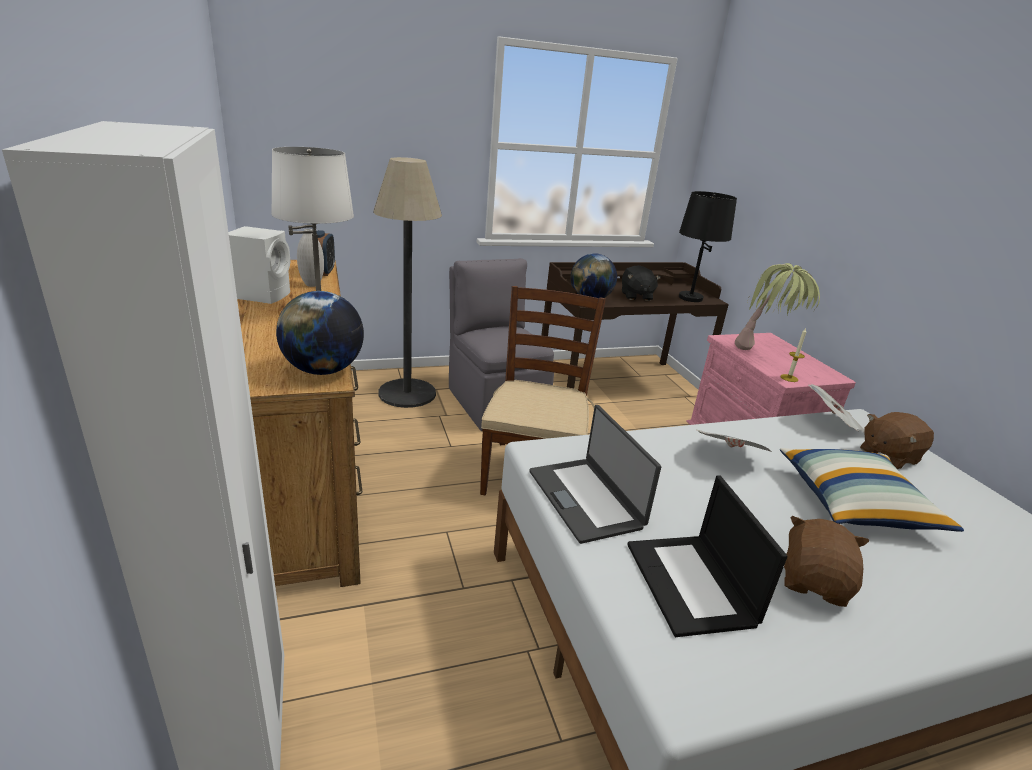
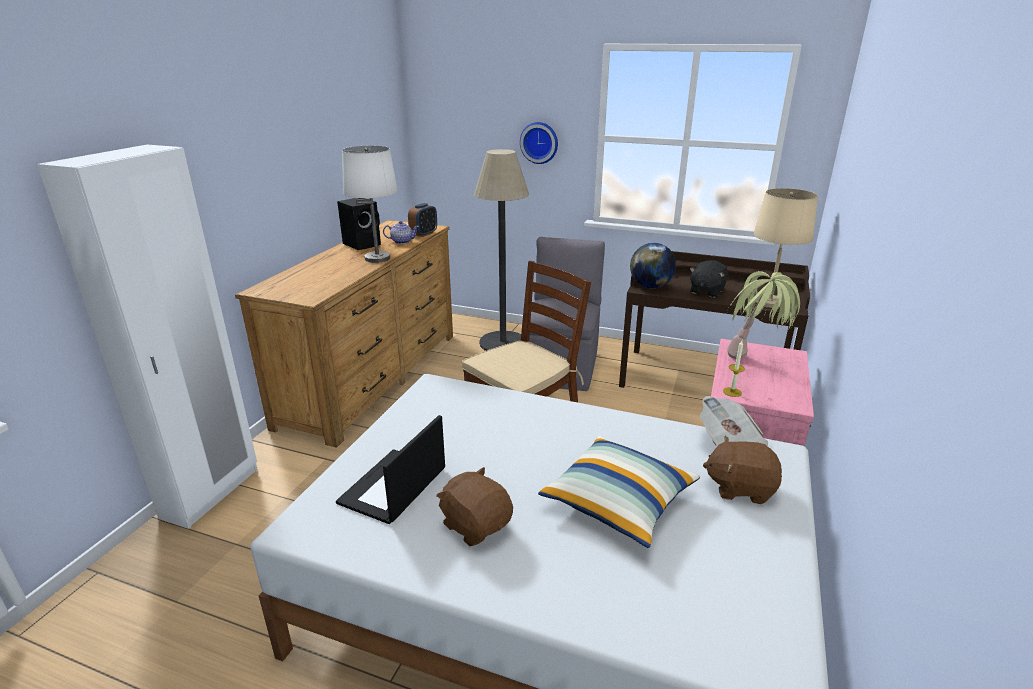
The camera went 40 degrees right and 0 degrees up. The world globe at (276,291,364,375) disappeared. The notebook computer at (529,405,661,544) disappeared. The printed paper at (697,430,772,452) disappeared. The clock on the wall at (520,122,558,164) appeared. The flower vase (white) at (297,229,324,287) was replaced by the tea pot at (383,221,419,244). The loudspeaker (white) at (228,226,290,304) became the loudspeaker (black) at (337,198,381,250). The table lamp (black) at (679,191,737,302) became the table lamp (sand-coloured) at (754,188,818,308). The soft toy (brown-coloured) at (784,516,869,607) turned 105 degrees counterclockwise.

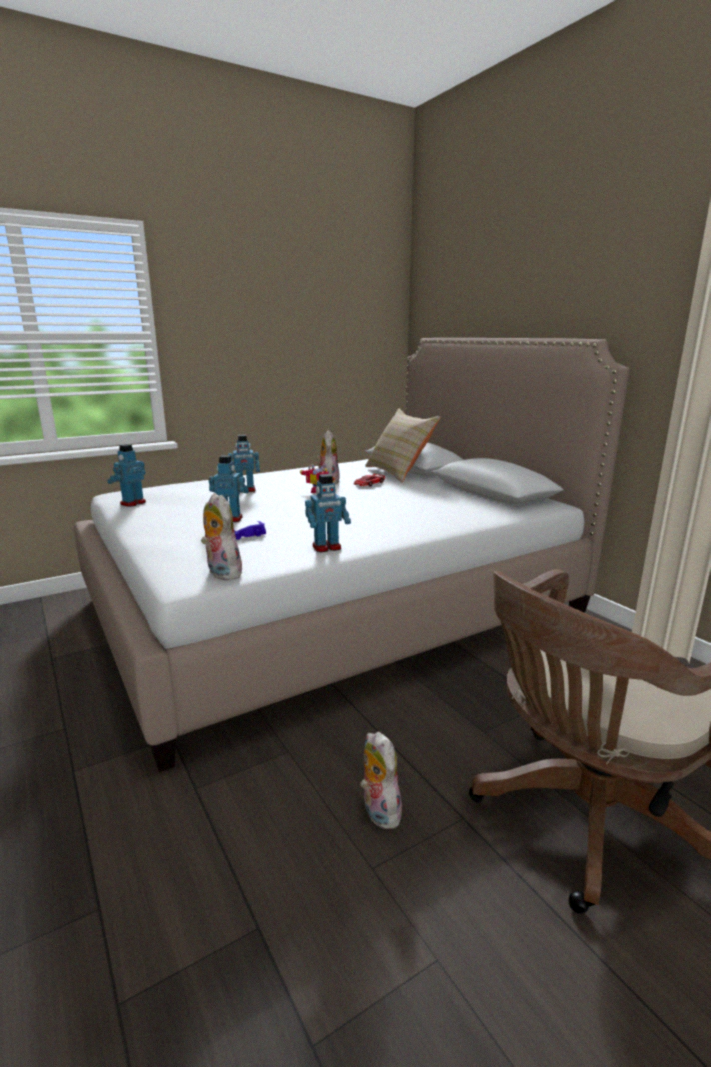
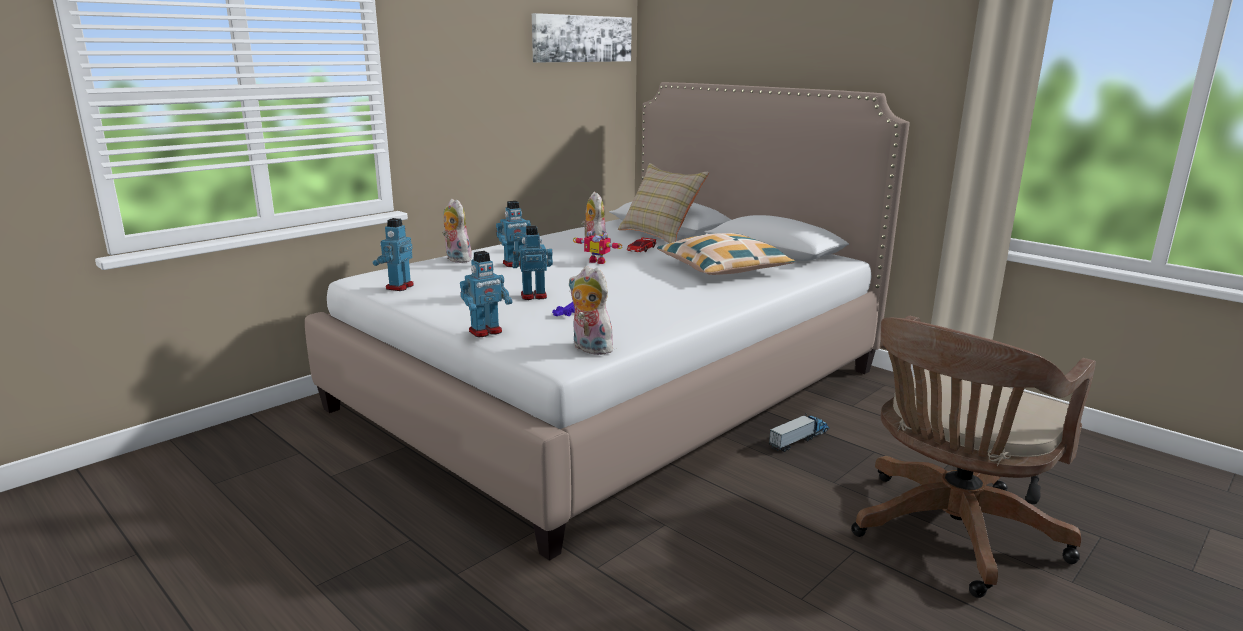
The camera went 15 degrees left and 0 degrees up. The wall art at (532,13,632,62) appeared. The cushion at (657,233,795,275) appeared. The model truck at (769,413,830,452) appeared. The model robot moved from (305,474,351,552) to (460,251,513,337). The soft toy moved from (360,732,402,829) to (442,199,472,263).

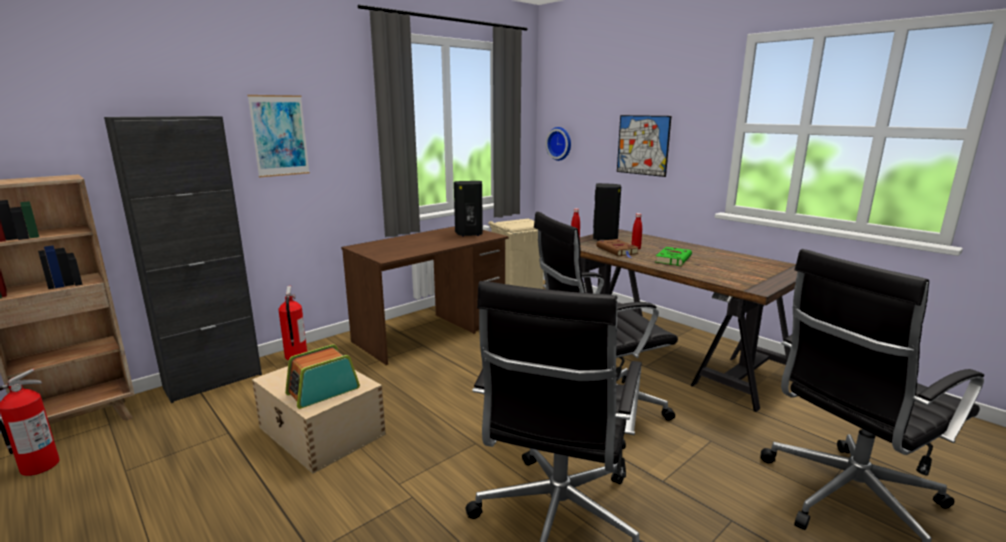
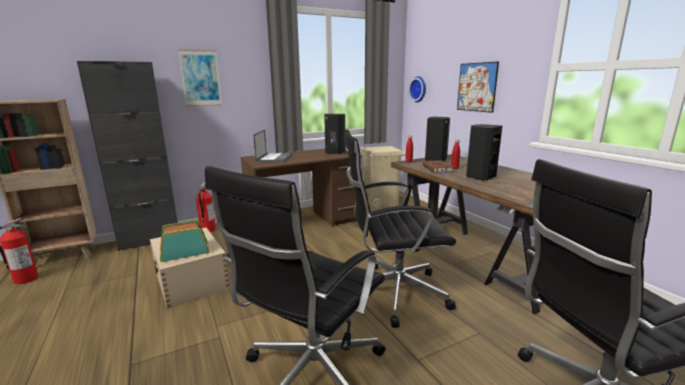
The camera went 15 degrees right and 0 degrees up. The notebook computer at (253,130,292,162) appeared. The bound book (greenish) at (655,247,692,266) was replaced by the loudspeaker (black) at (466,124,502,181).

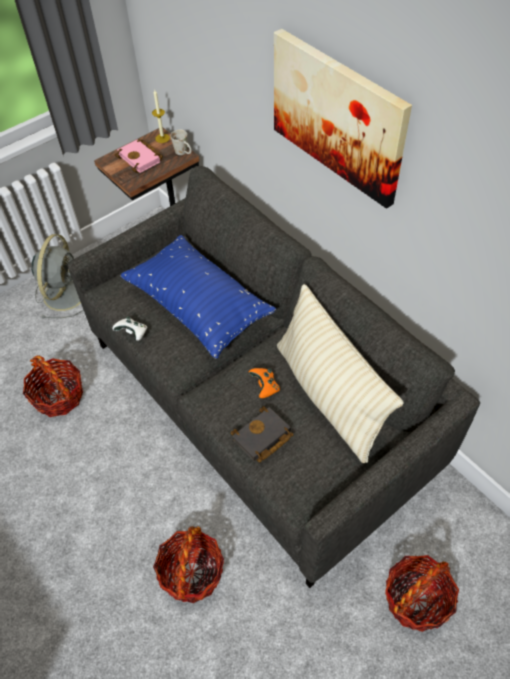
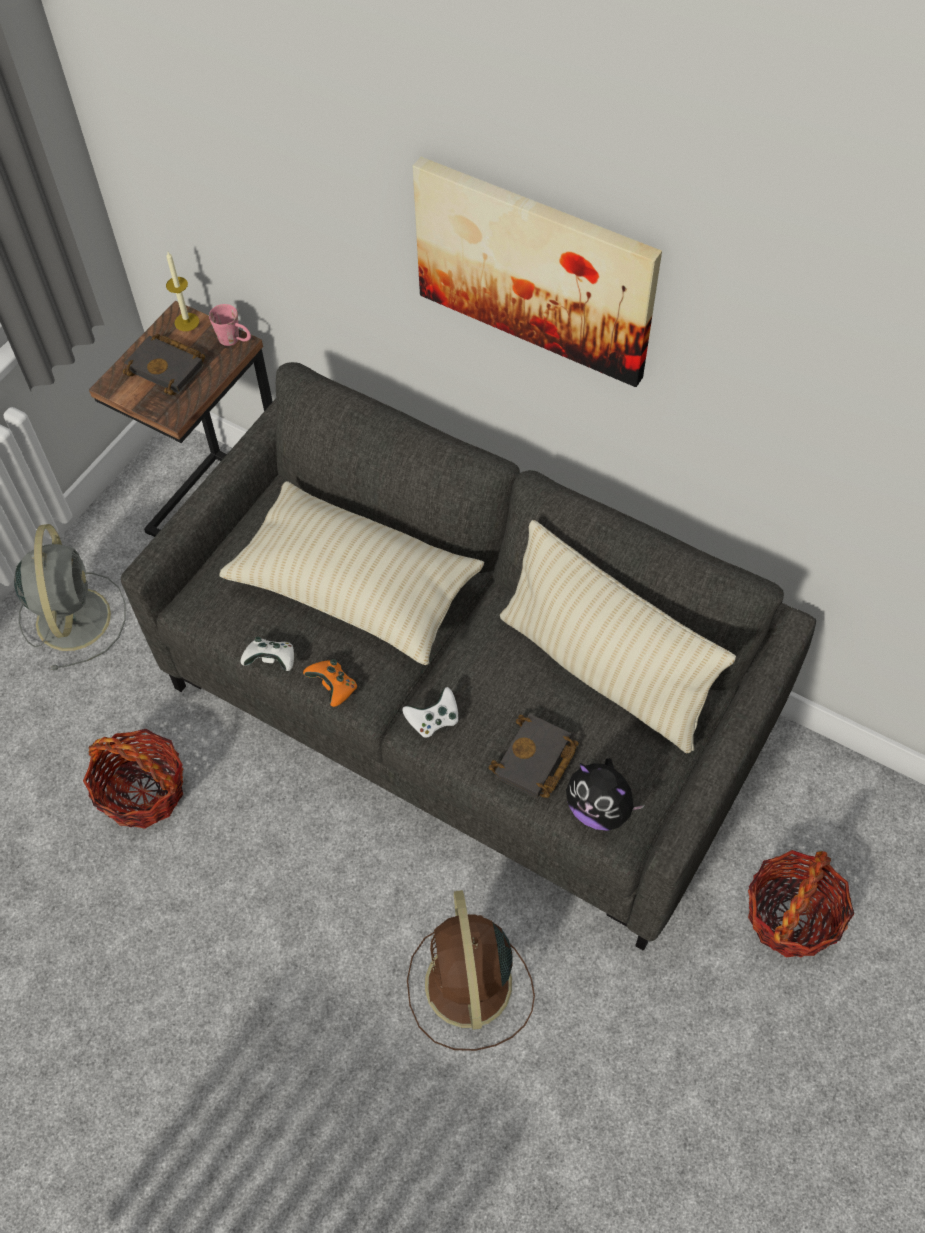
The camera went 20 degrees left and 5 degrees up. The game controller (white) at (403,687,458,737) appeared. The soft toy at (566,758,645,831) appeared. The game controller (orange) moved from (249,368,280,398) to (303,659,357,707). The storage basket at (153,526,224,603) was replaced by the electric fan (brown-coloured) at (407,890,535,1051). The bound book (pinkish) at (115,139,163,173) became the bound book (black) at (123,334,205,395). The cushion (bluish) at (121,235,276,359) became the cushion (sand-coloured) at (219,481,484,665). The mug (white) at (170,130,192,155) became the mug (pinkish) at (209,304,251,346).

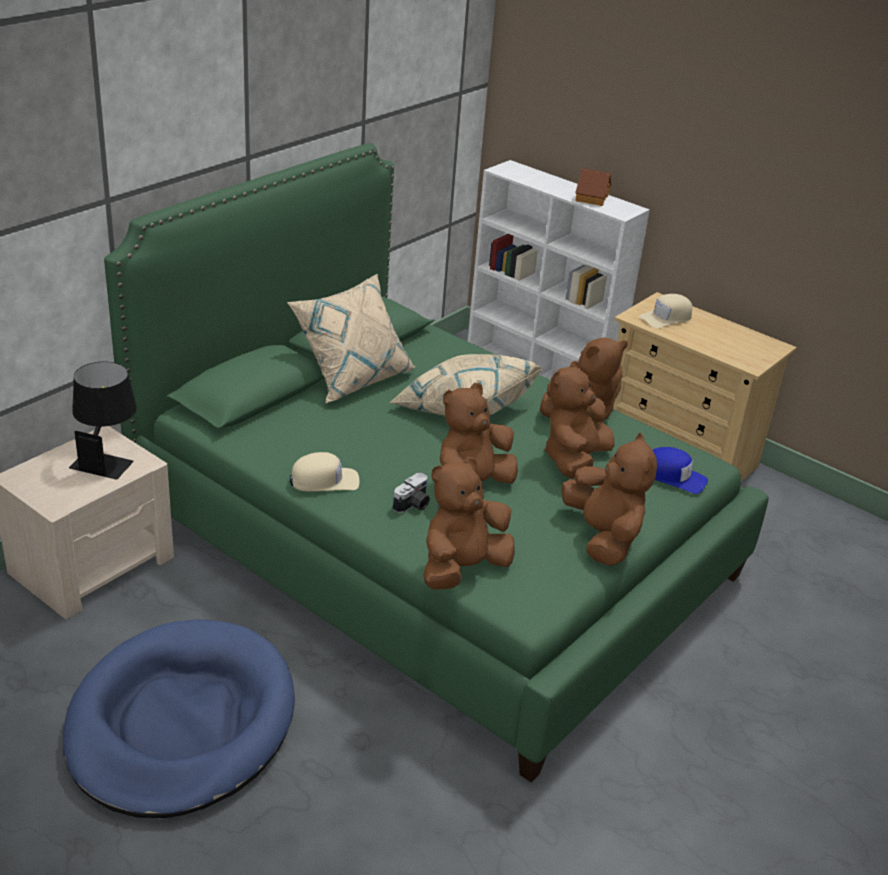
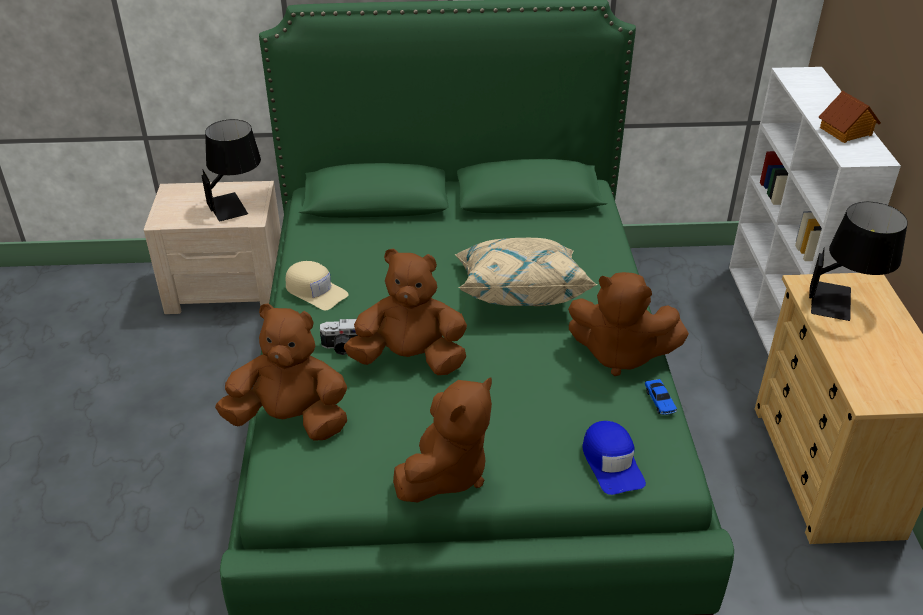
The camera went 50 degrees right and 5 degrees up. The pet bed (bluish) at (63,619,295,818) disappeared. The cushion (sand-coloured) at (287,274,416,403) disappeared. The soft toy (brown-coloured) at (544,361,614,478) disappeared. The miniature car at (645,379,677,415) appeared. The baseball cap (sand-coloured) at (639,294,692,328) was replaced by the table lamp (black) at (809,202,908,321).

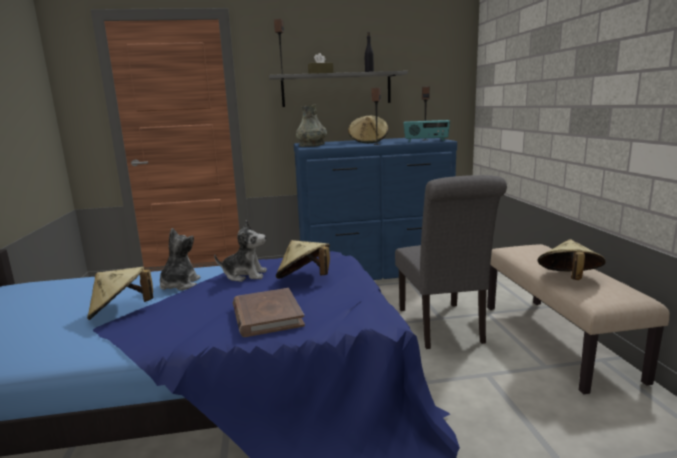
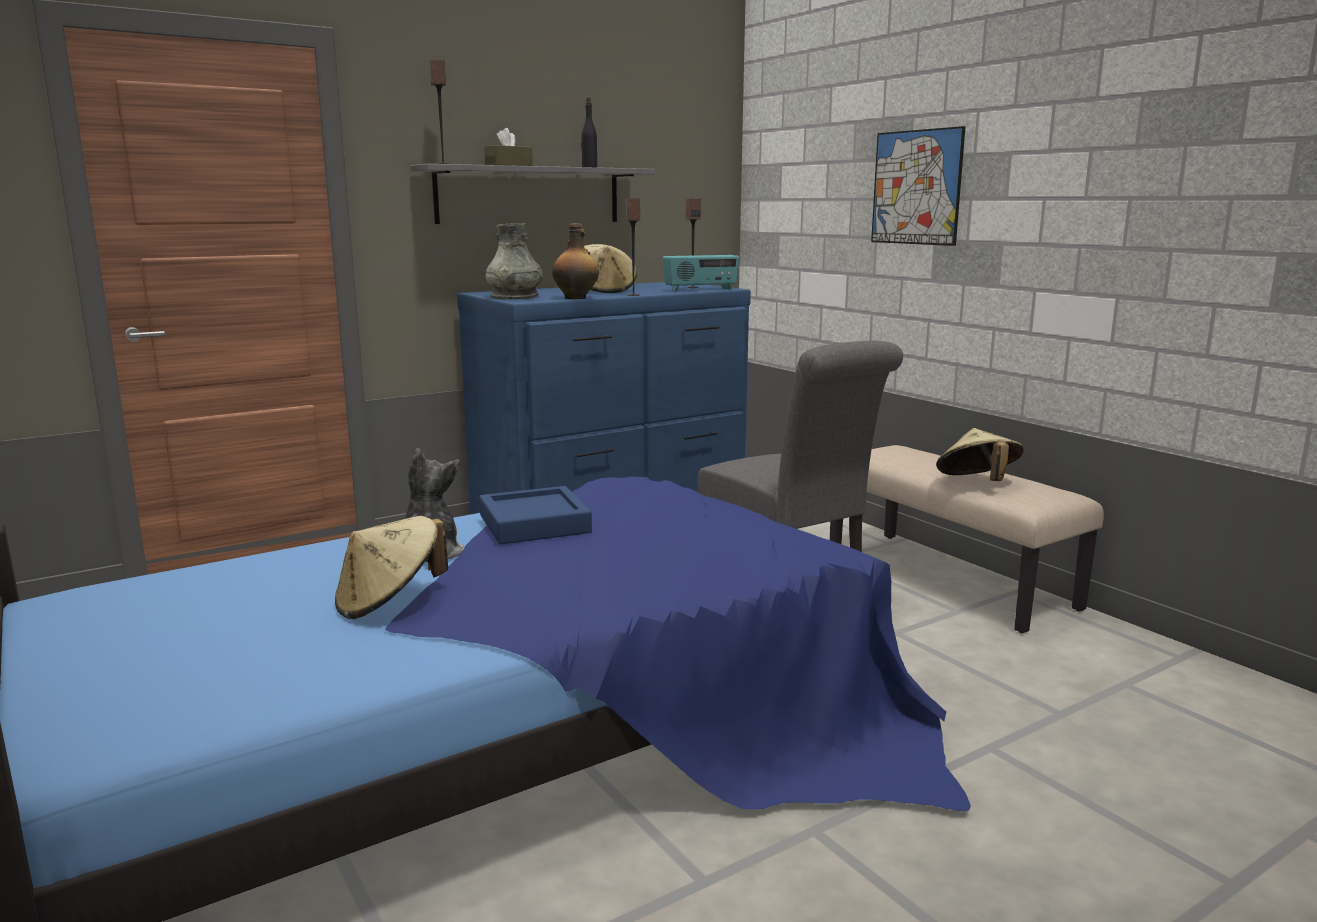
The camera went 25 degrees left and 0 degrees up. The bound book (brown-coloured) at (233,288,305,337) disappeared. The wearable hat (sand-coloured) at (276,240,330,279) disappeared. The drink bottle at (552,223,599,299) appeared. The wall art at (871,126,966,246) appeared. The soft toy at (214,220,267,282) was replaced by the carrying tray (bluish) at (479,486,592,544).

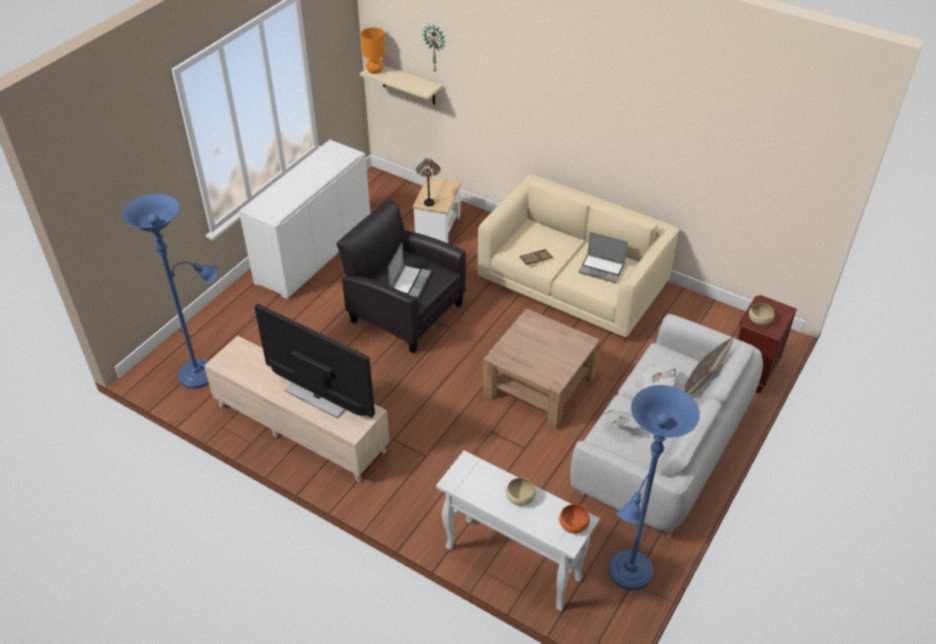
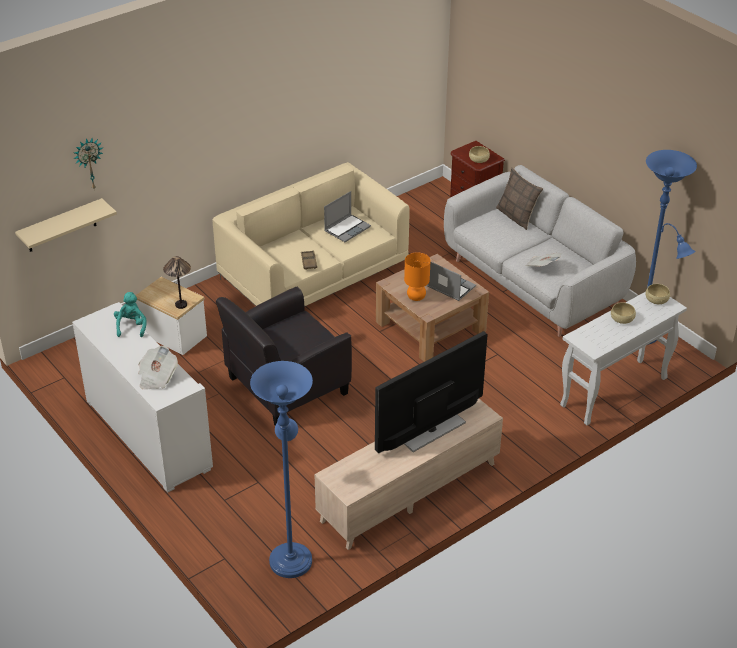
The camera went 70 degrees left and 5 degrees down. The soft toy (blue-green) at (114,292,146,337) appeared. The table lamp (orange) moved from (361,27,385,74) to (404,252,430,301). The notebook computer moved from (388,243,431,298) to (426,261,476,301). The printed paper moved from (633,362,678,391) to (138,346,178,390). The bowl (orange) at (559,504,590,534) became the bowl (sand-coloured) at (646,284,670,304).

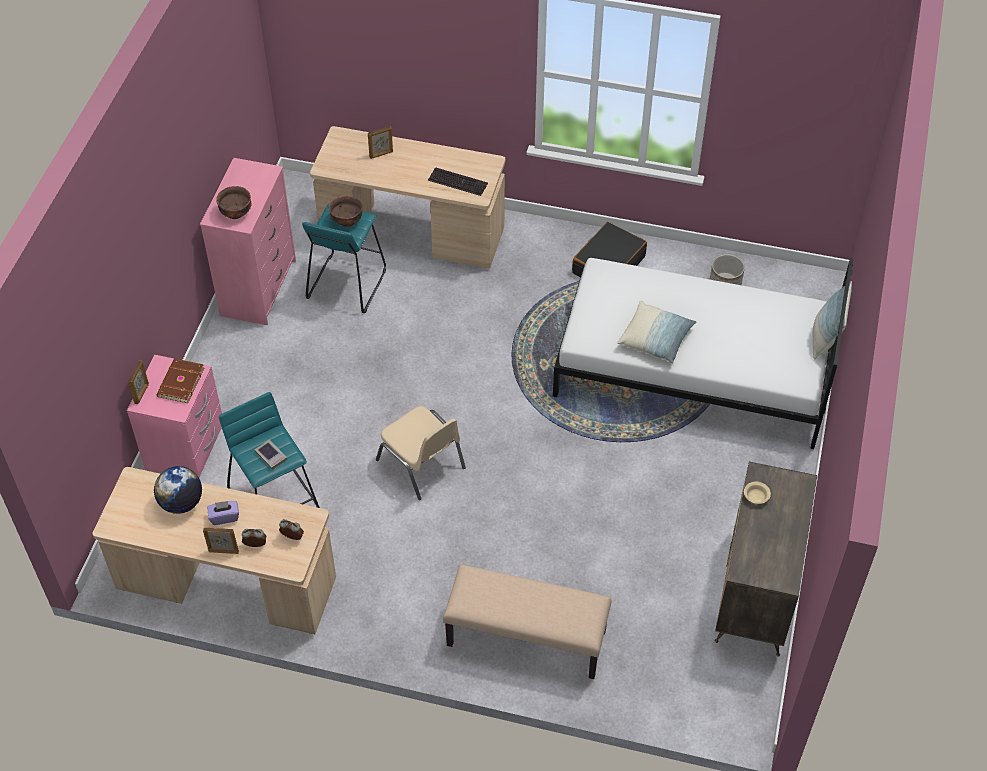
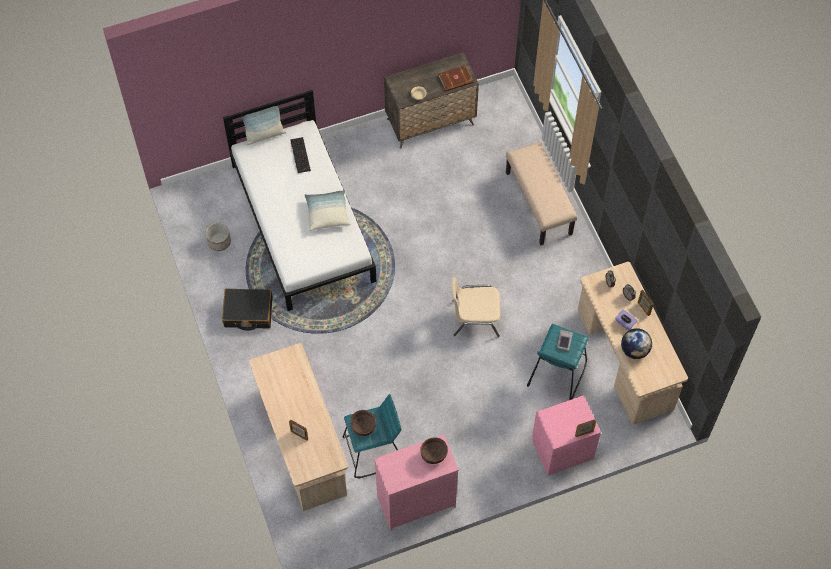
The camera went 125 degrees left and 10 degrees up. The bound book (brown-coloured) moved from (156,358,204,403) to (439,65,473,91). The PC keyboard moved from (428,167,488,196) to (290,137,311,173). The upright chair (sand-coloured) at (376,406,466,500) turned 105 degrees counterclockwise.

